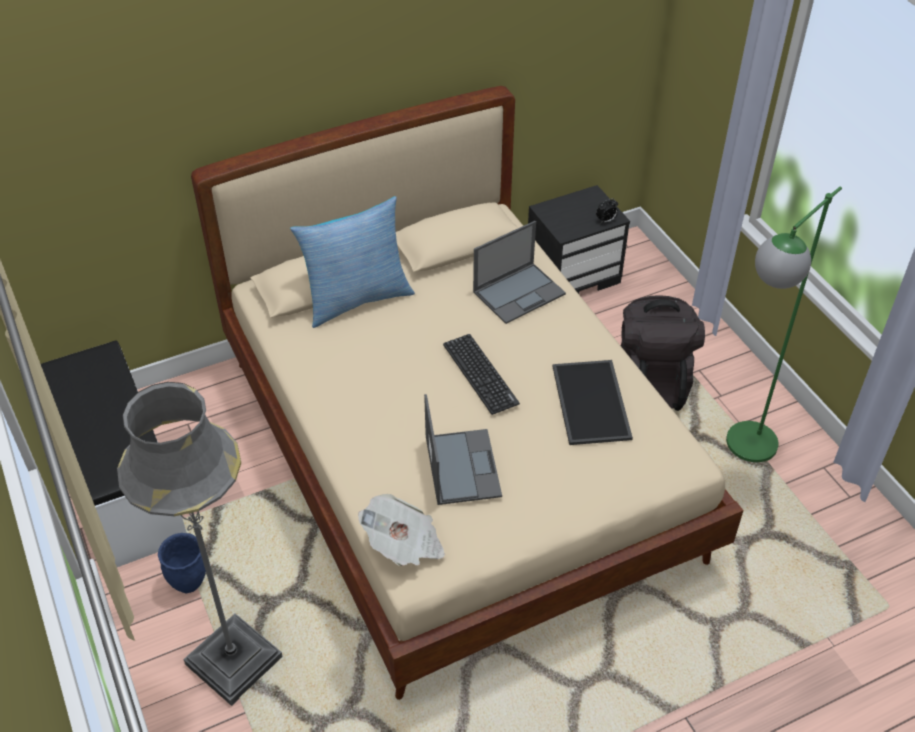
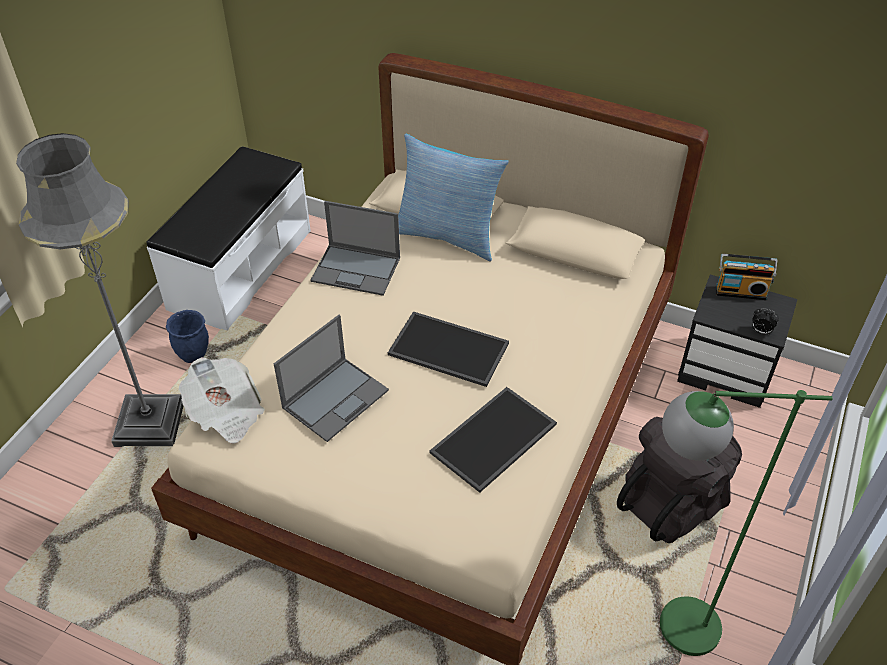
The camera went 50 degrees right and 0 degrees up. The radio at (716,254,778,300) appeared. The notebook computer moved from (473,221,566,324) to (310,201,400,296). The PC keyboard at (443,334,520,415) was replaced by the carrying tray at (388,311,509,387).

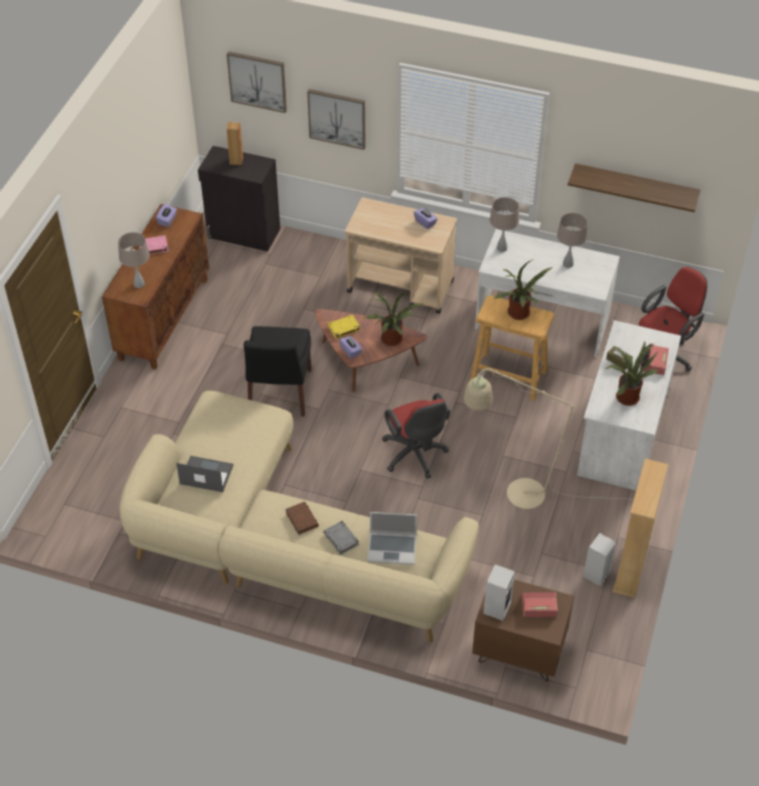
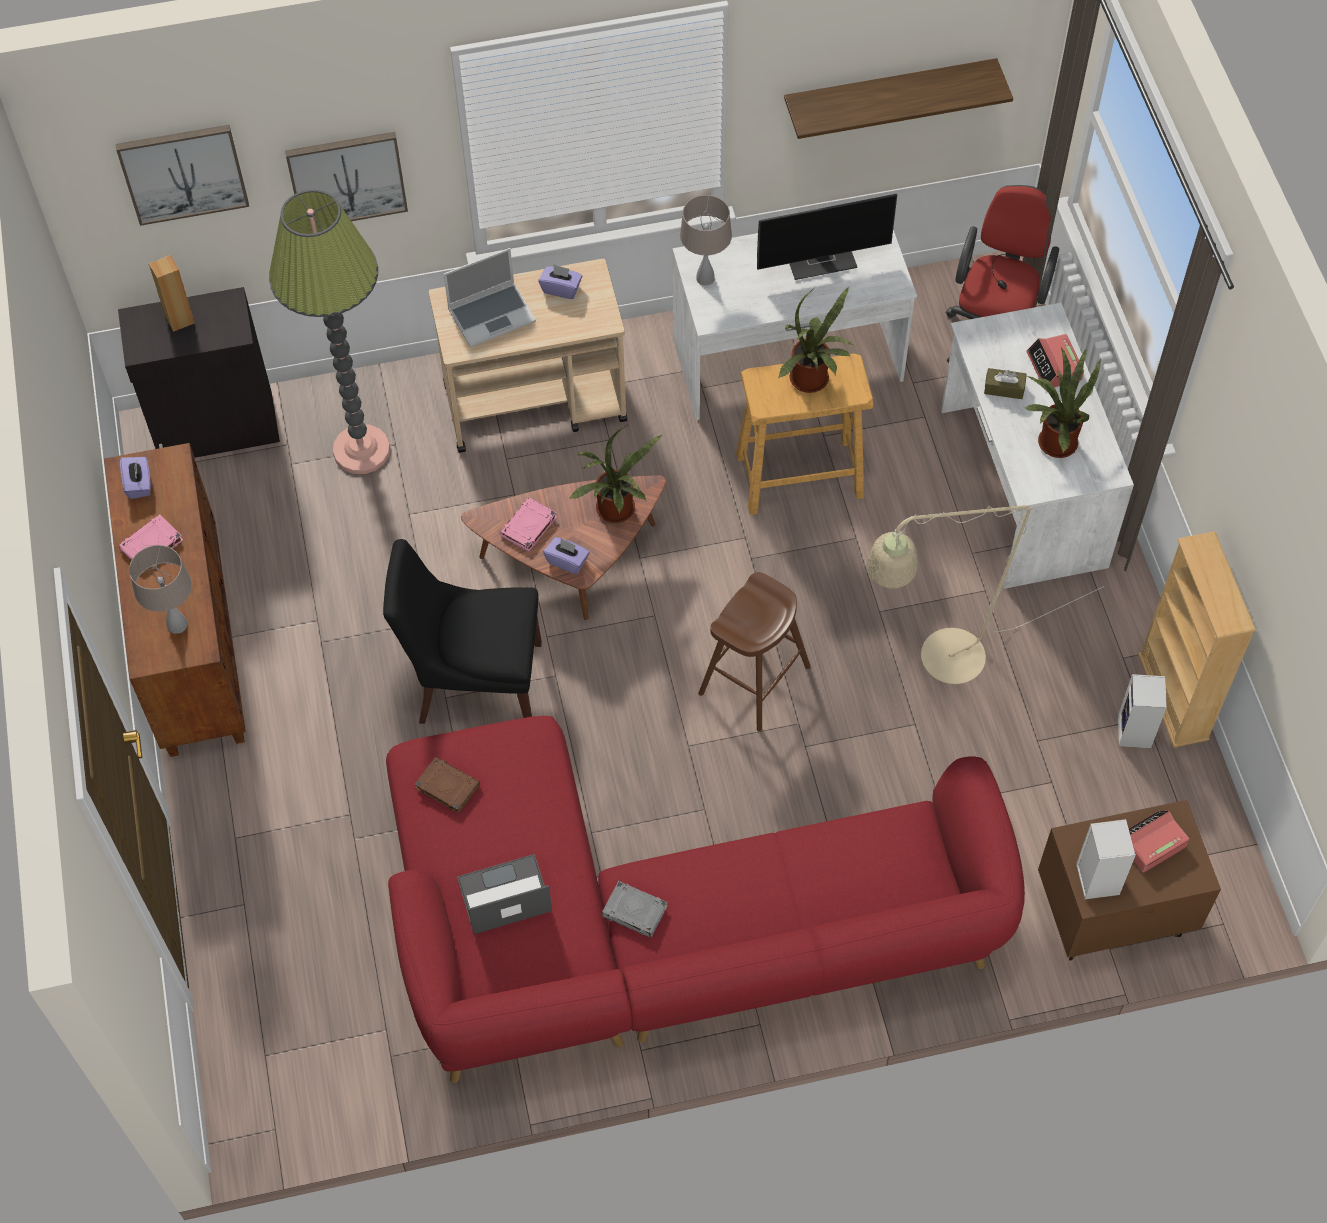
The camera went 30 degrees left and 10 degrees up. The standard lamp at (269,190,390,474) appeared. The bound book (brown-coloured) moved from (285,502,319,535) to (414,757,480,814). The bound book (grey) moved from (323,521,359,555) to (601,881,668,938). The notebook computer moved from (367,512,417,565) to (443,248,536,348). The office chair (reddish) at (382,393,450,479) was replaced by the sitting stool (brown-coloured) at (699,572,811,732). The table lamp (sand-coloured) at (557,213,587,268) was replaced by the computer display at (757,194,897,280). The sofa (sand-coloured) at (120,391,479,642) became the sofa (reddish) at (386,716,1025,1083). The bound book (yellow-coloured) at (328,315,360,339) became the bound book (pinkish) at (500,498,557,552). The upright chair (black) at (244,326,311,417) turned 120 degrees clockwise.

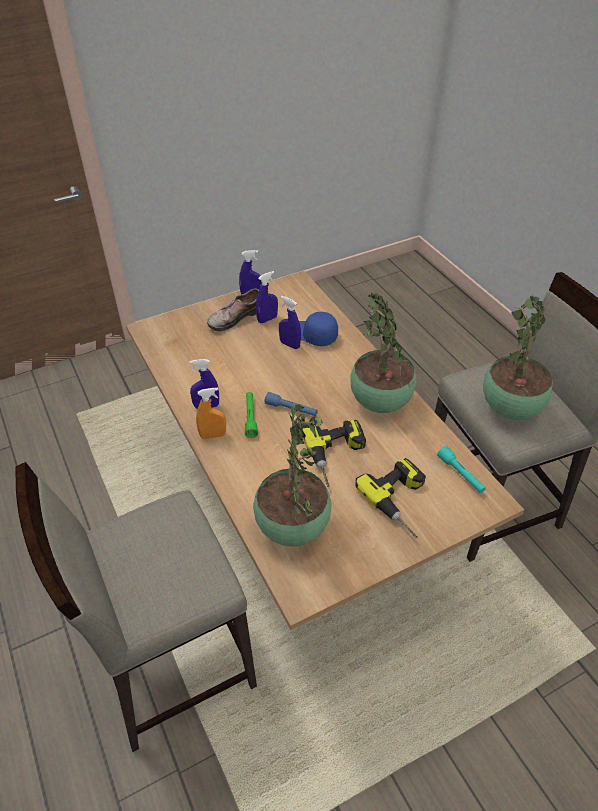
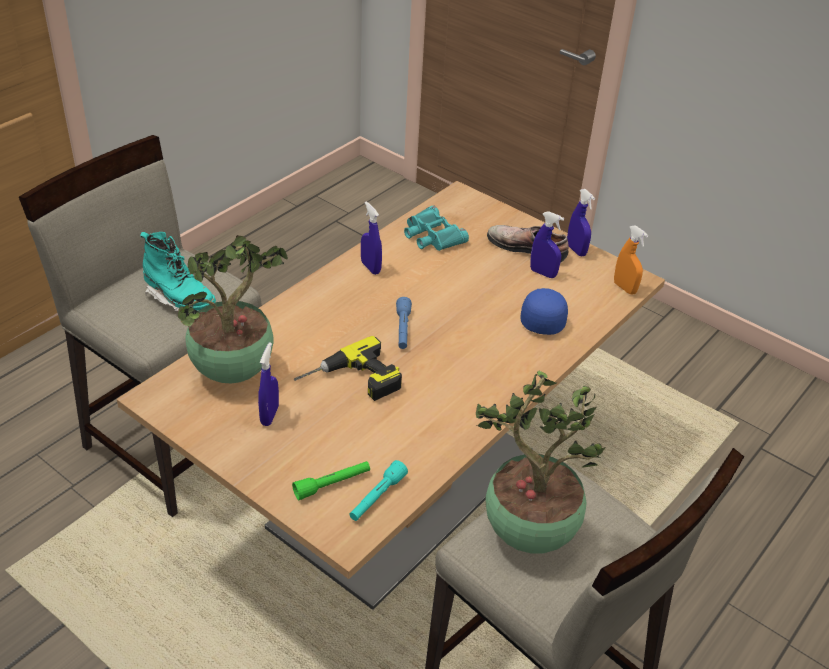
The camera went 65 degrees right and 5 degrees down. The potted plant at (350,293,417,413) disappeared. The electric drill at (355,458,426,538) disappeared. The boot (blue-green) at (140,232,216,311) appeared. The pair of binoculars (blue-green) at (404,205,469,251) appeared. The spray bottle (orange) moved from (196,388,226,439) to (614,225,648,295). The flashlight (greenish) moved from (245,392,258,438) to (292,461,370,500). The spray bottle (bluish) moved from (279,296,301,349) to (258,342,279,426).

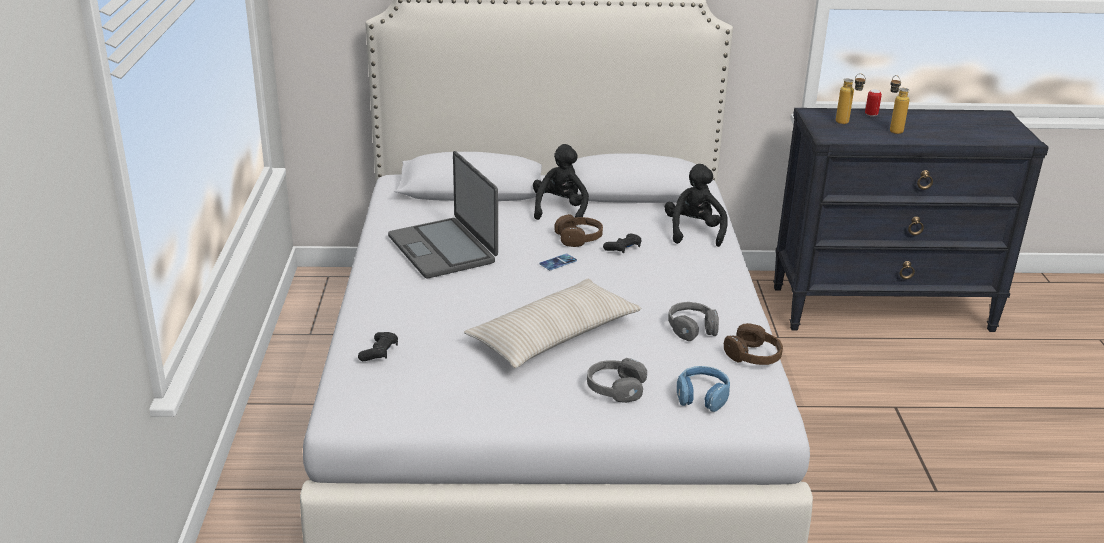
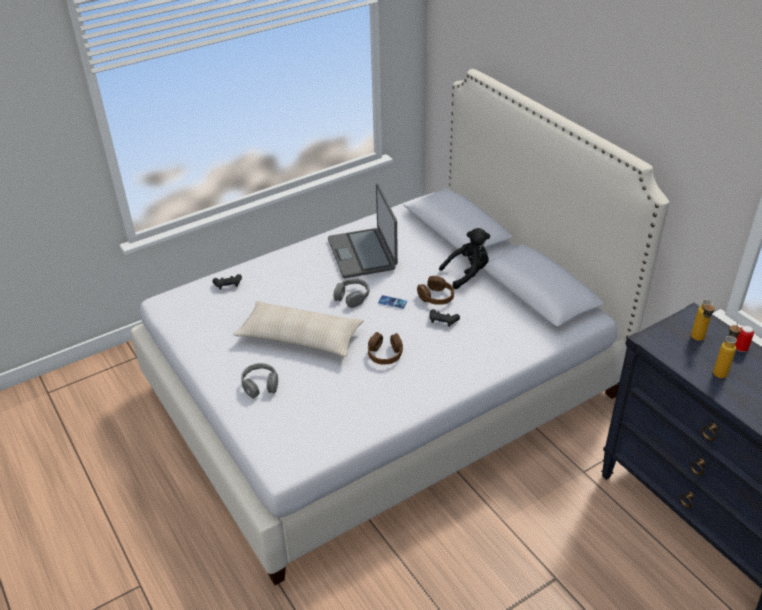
The camera went 60 degrees right and 10 degrees up. The soft toy (black) at (664,164,728,247) disappeared. The headset (bluish) at (677,366,730,412) disappeared. The headset (grey) moved from (668,302,719,341) to (334,279,370,308). The headset (brown-coloured) moved from (724,323,783,365) to (368,332,403,364). The notebook computer at (388,151,498,279) turned 45 degrees counterclockwise.

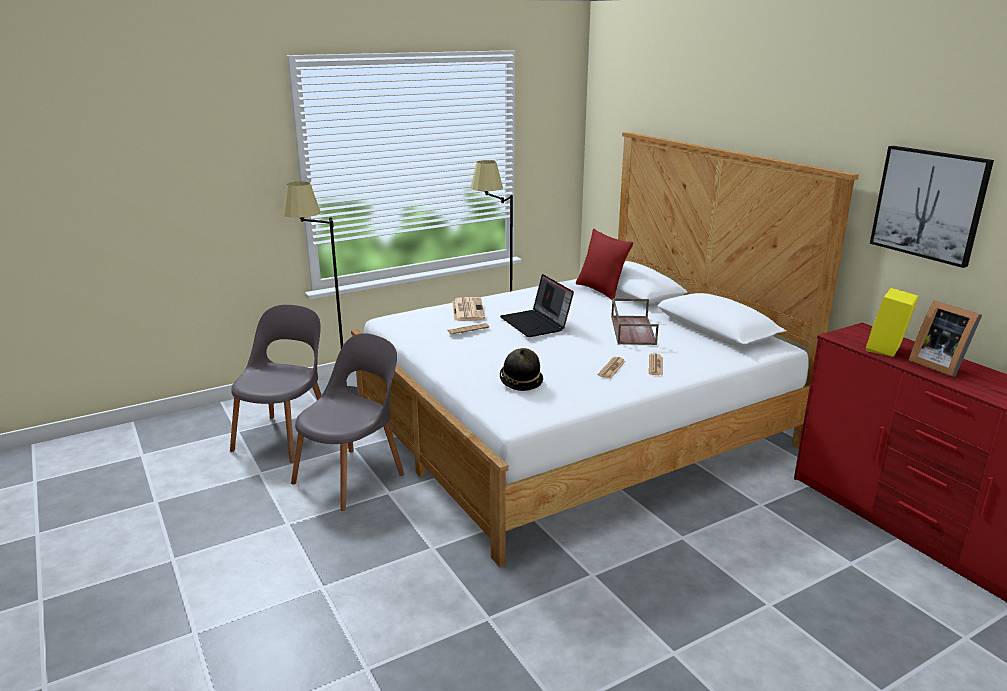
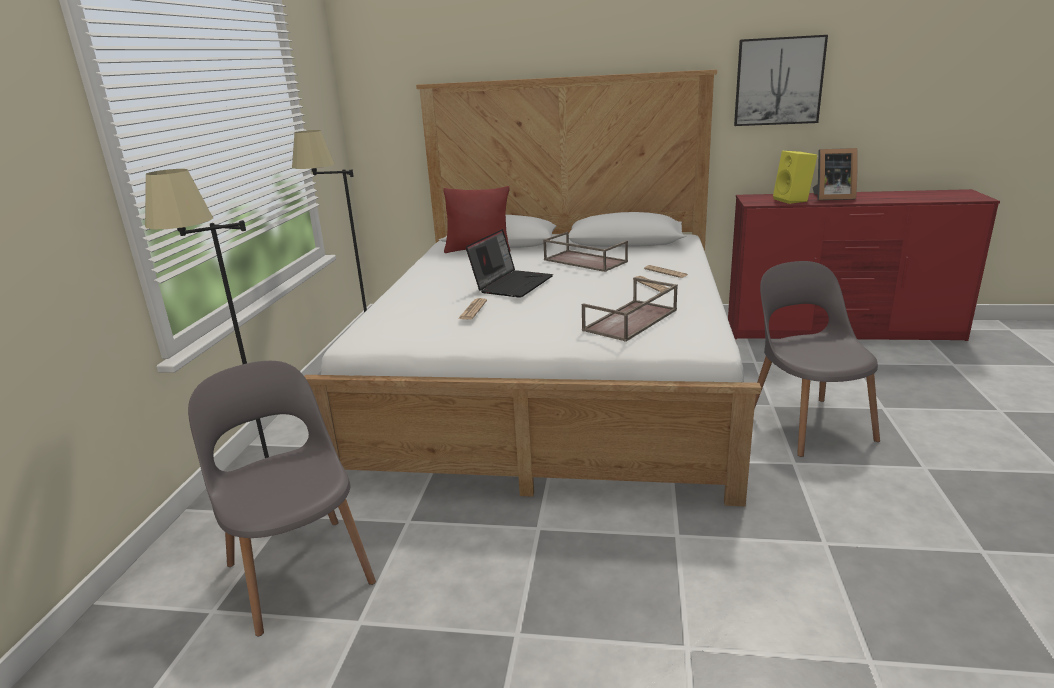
The camera went 50 degrees left and 0 degrees up. The printed paper at (452,297,485,321) disappeared. The upright chair (grey) moved from (291,333,404,511) to (754,261,880,457). The wearable hat at (500,348,543,391) was replaced by the carrying tray (brown-coloured) at (582,277,678,342). The notebook computer at (500,274,574,337) turned 75 degrees counterclockwise.

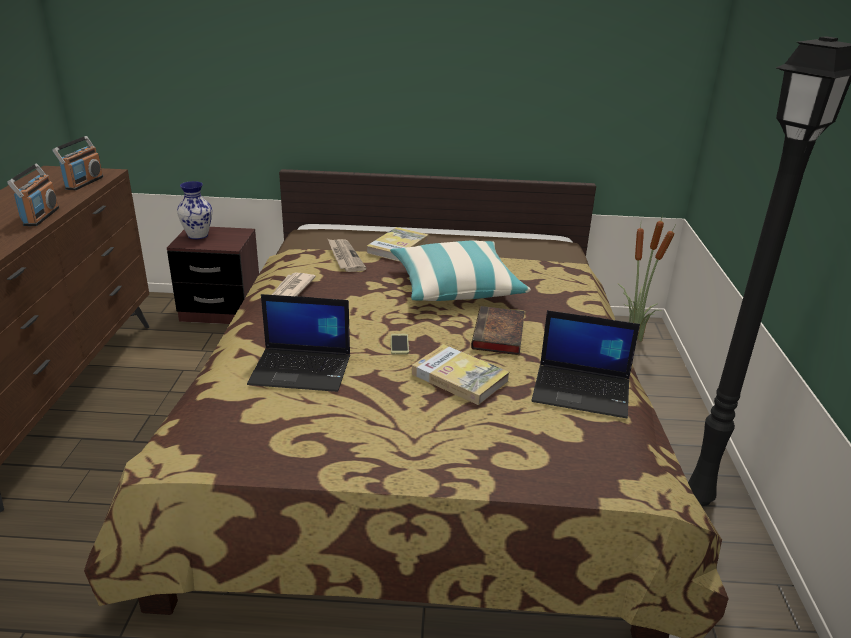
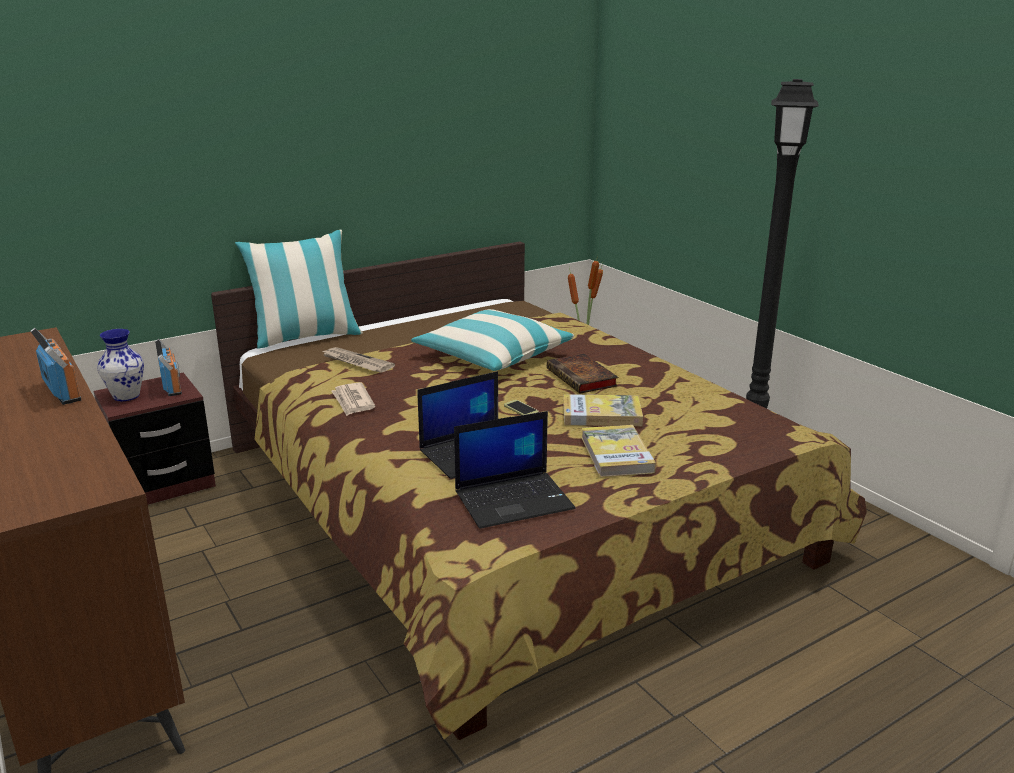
The camera went 35 degrees left and 5 degrees down. The cushion at (235,230,363,349) appeared. The radio moved from (52,136,103,191) to (155,339,182,396). The bound book moved from (367,227,428,262) to (581,425,656,477). The notebook computer moved from (531,310,640,418) to (454,411,575,529).

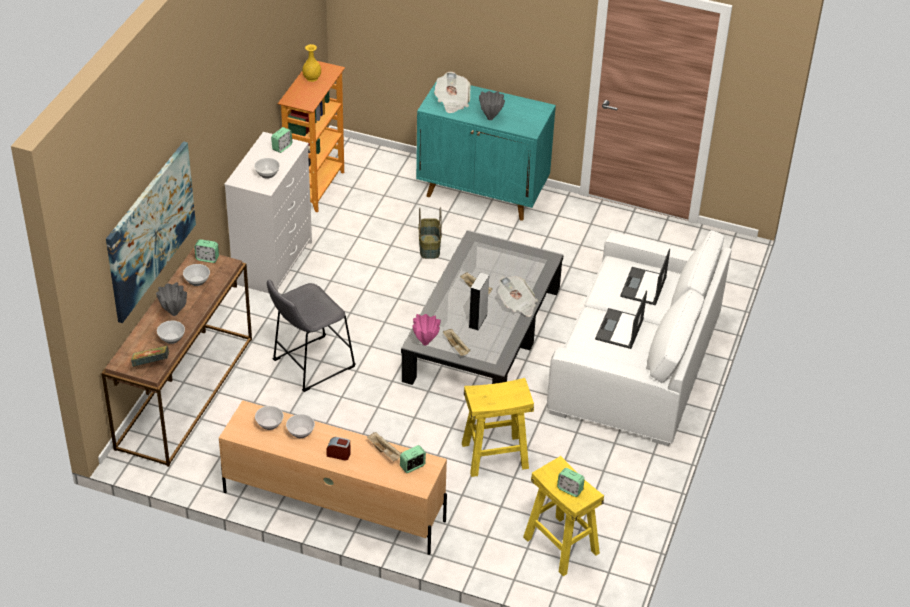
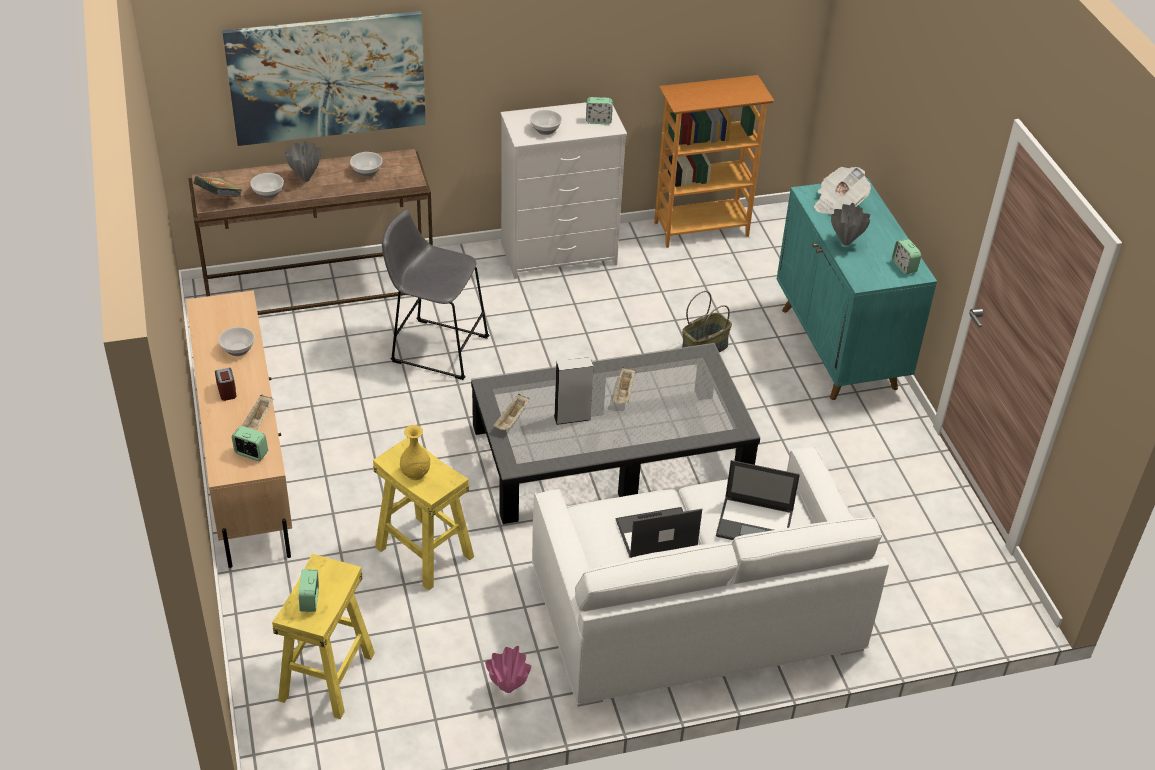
The camera went 55 degrees right and 0 degrees up. The bowl at (255,406,284,430) disappeared. The printed paper at (498,276,538,317) disappeared. The bedside clock moved from (194,239,219,263) to (892,239,921,274). The flower vase (yellow-coloured) moved from (302,44,321,82) to (400,425,430,480). The flower vase (pinkish) moved from (413,314,441,345) to (485,646,531,693). The notebook computer at (620,248,670,305) turned 150 degrees counterclockwise.

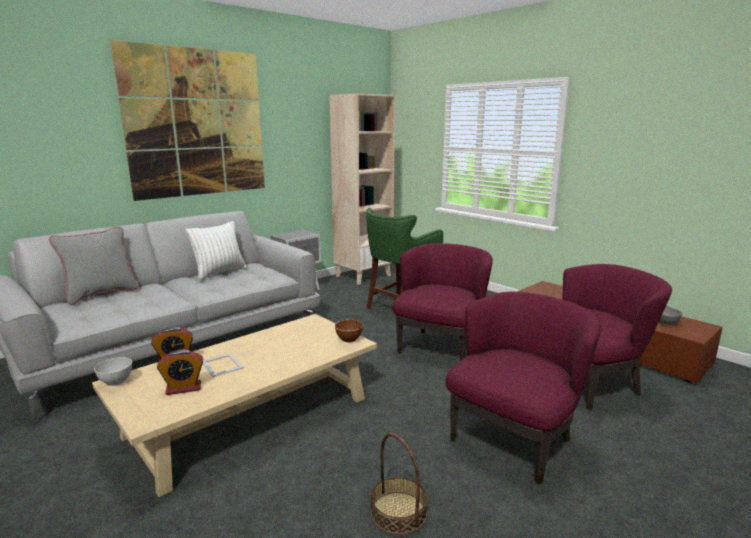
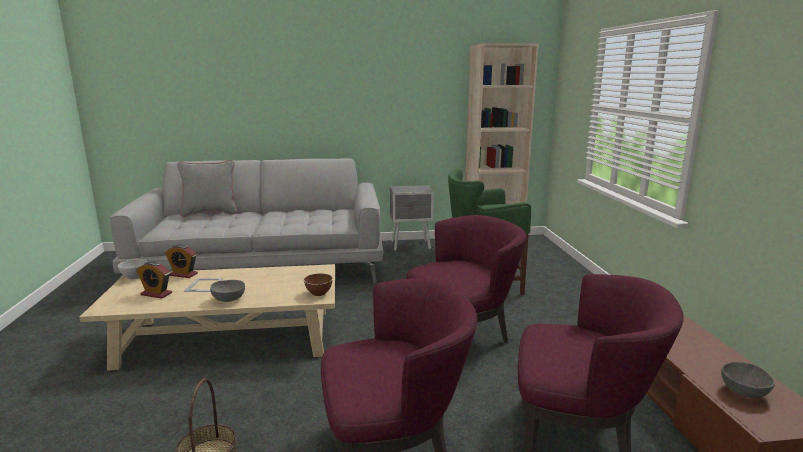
The camera went 35 degrees right and 0 degrees up. The wall art at (110,40,265,201) disappeared. The cushion (white) at (186,221,247,280) disappeared. The bowl (grey) at (210,280,245,302) appeared.

